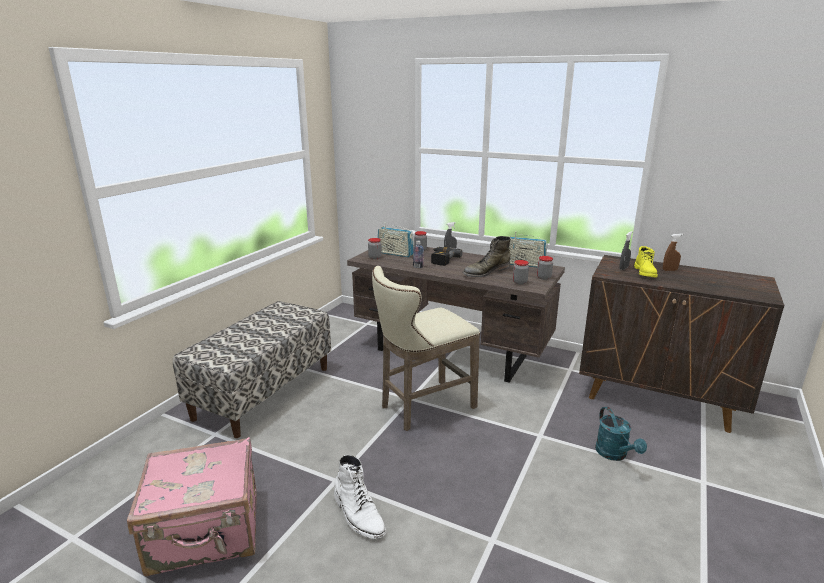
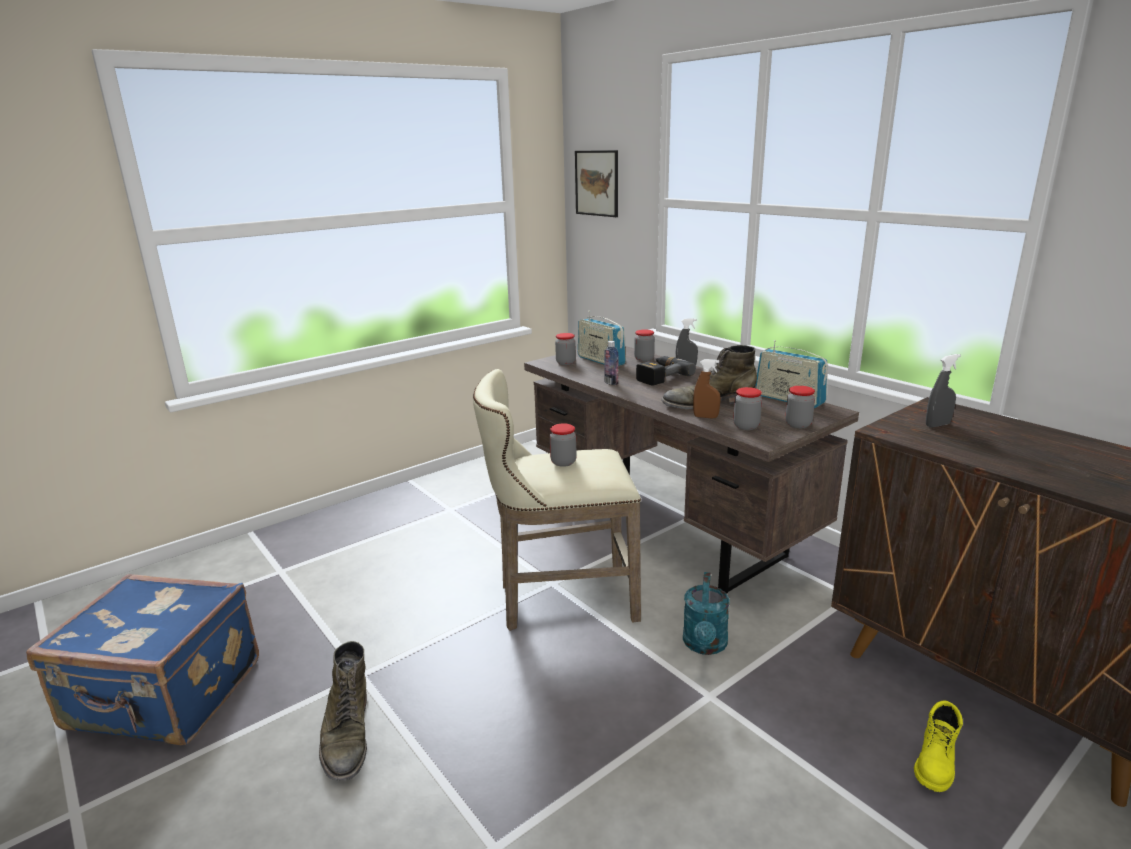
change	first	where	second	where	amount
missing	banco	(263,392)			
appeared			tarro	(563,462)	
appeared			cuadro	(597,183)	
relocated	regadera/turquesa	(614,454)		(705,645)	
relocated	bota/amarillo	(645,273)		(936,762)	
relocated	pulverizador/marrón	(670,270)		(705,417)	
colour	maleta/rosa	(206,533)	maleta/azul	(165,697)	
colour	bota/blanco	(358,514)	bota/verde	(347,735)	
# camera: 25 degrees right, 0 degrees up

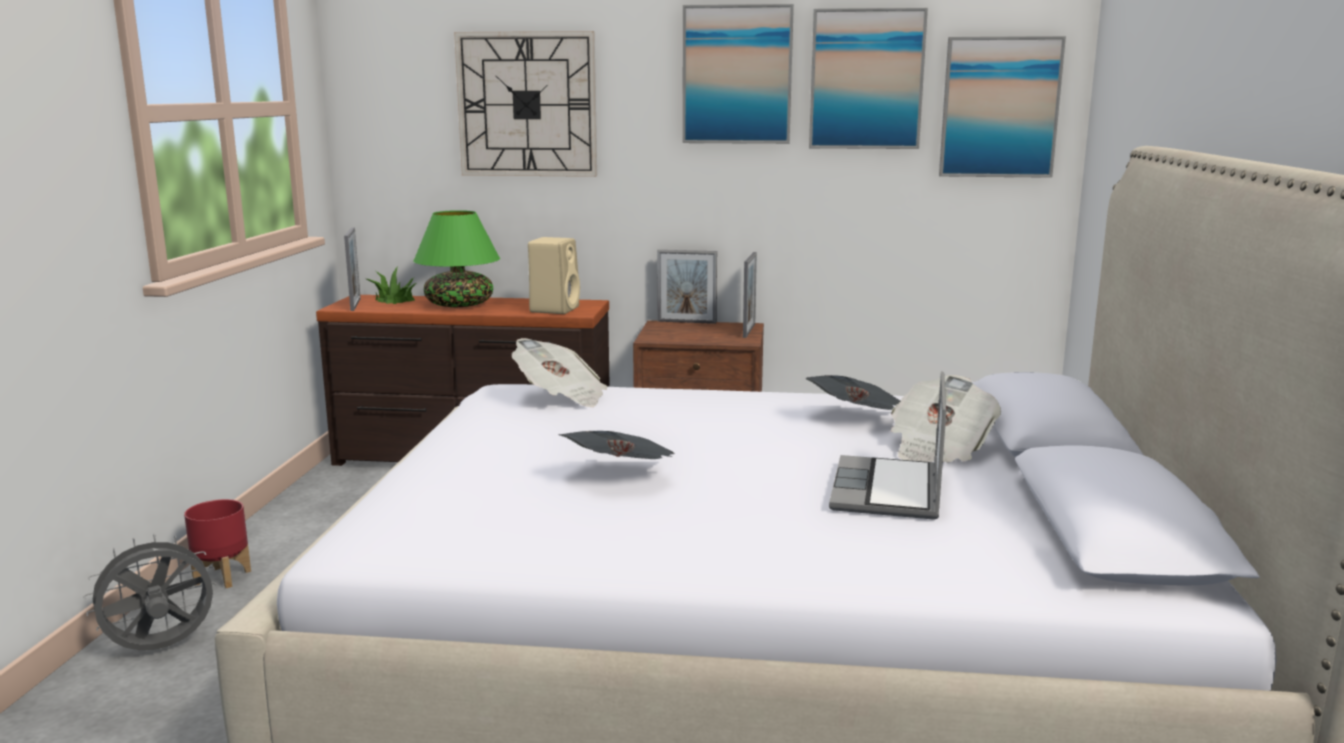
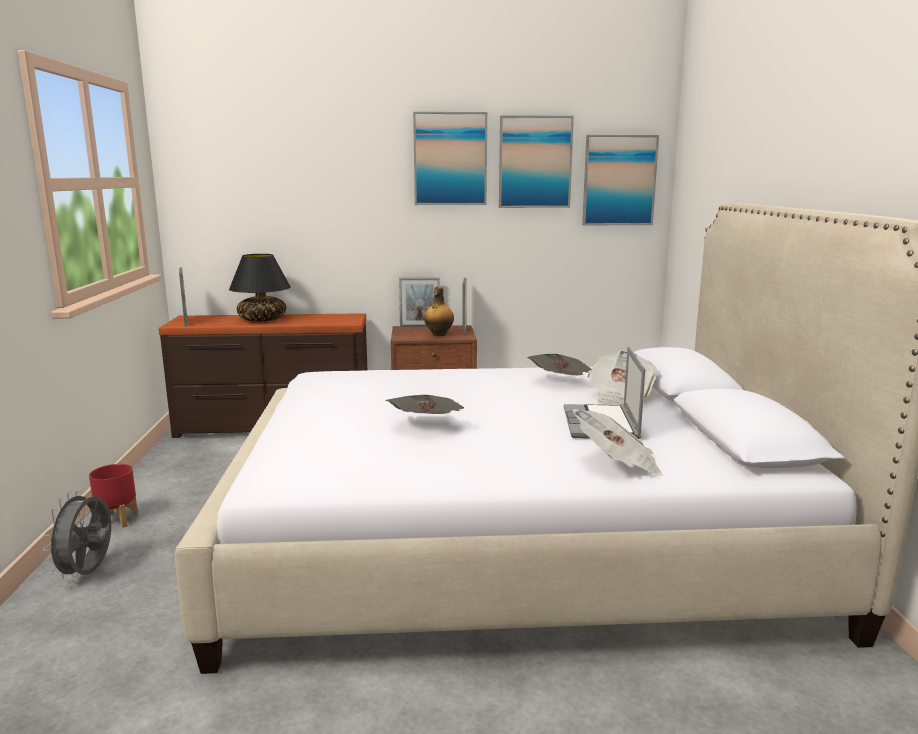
change	first	where	second	where	amount
missing	planta en maceta	(394,300)			
missing	reloj de pared	(527,104)			
missing	altavoz/beis	(554,309)			
appeared			botella	(438,334)	
relocated	periódico	(561,397)		(617,464)	
colour	lámpara de mesa/verde	(460,305)	lámpara de mesa/negro	(262,320)	
spun	ventilador/gris	(161,649)		(88,573)	45 degrees counterclockwise
# camera: 10 degrees left, 0 degrees up

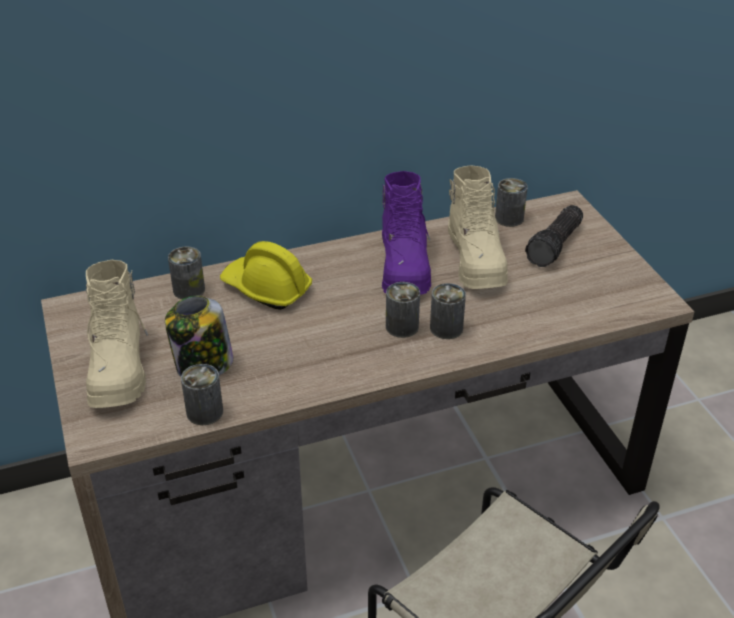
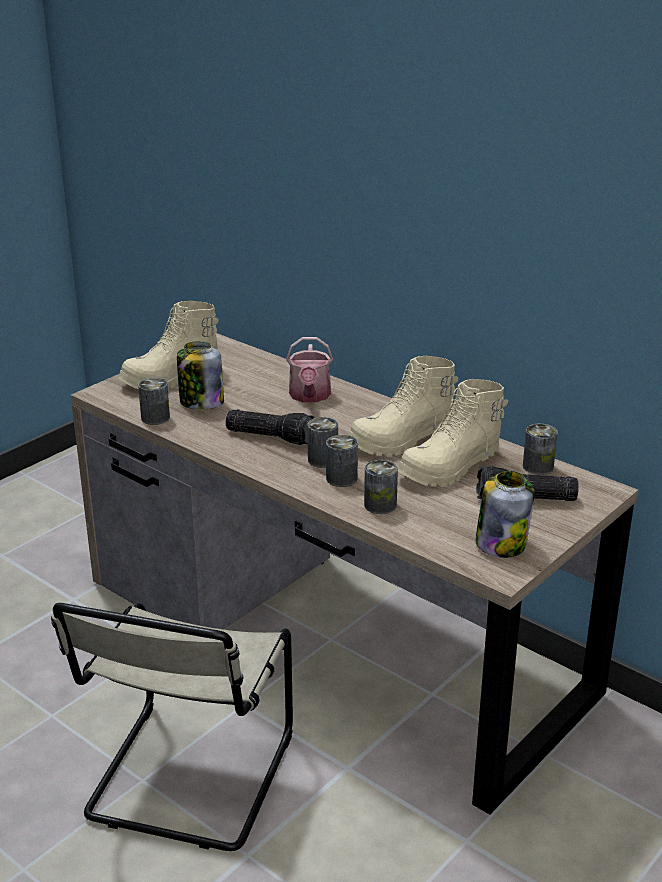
change	first	where	second	where	amount
appeared			linterna	(272,436)	
appeared			tarro	(501,543)	
relocated	lata	(189,290)		(380,505)	
exchanged	casco/amarillo	(266,288)	regadera	(309,396)	
colour	bota/morado	(404,267)	bota/beis	(402,440)	
# camera: 60 degrees right, 10 degrees down

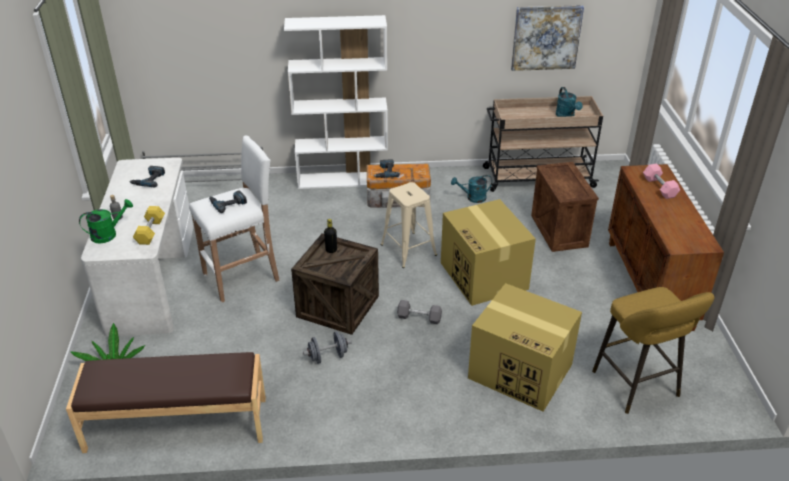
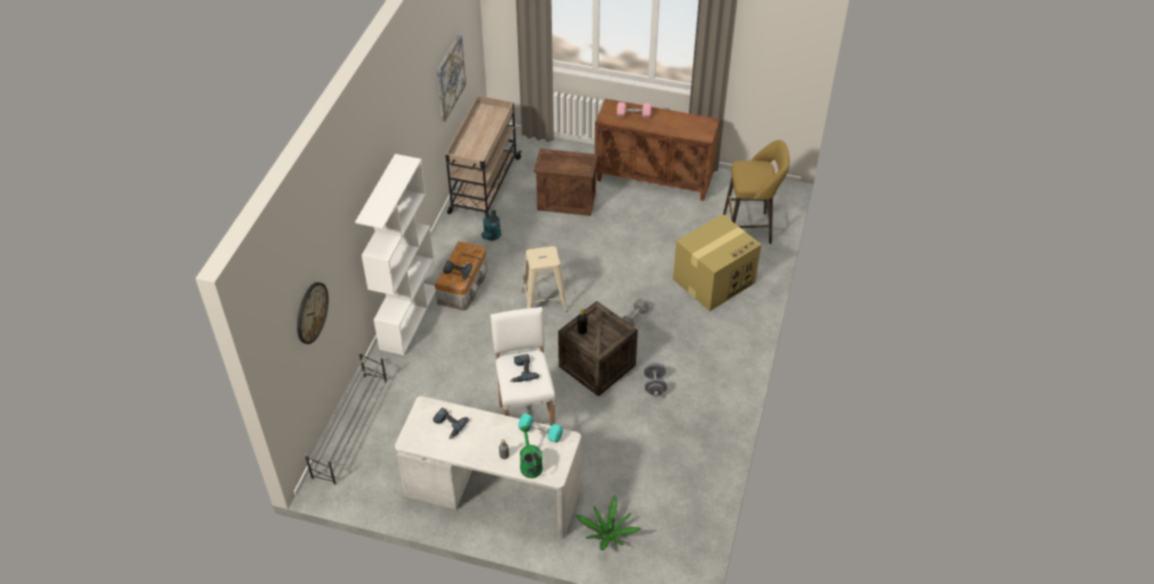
change	first	where	second	where	amount
missing	banco/marrón	(177,425)			
missing	caja de cartón	(484,276)			
missing	regadera/turquesa	(566,116)			
appeared			reloj de pared	(311,312)	
colour	mancuerna/amarillo	(150,231)	mancuerna/turquesa	(540,432)	
# camera: 70 degrees left, 10 degrees up

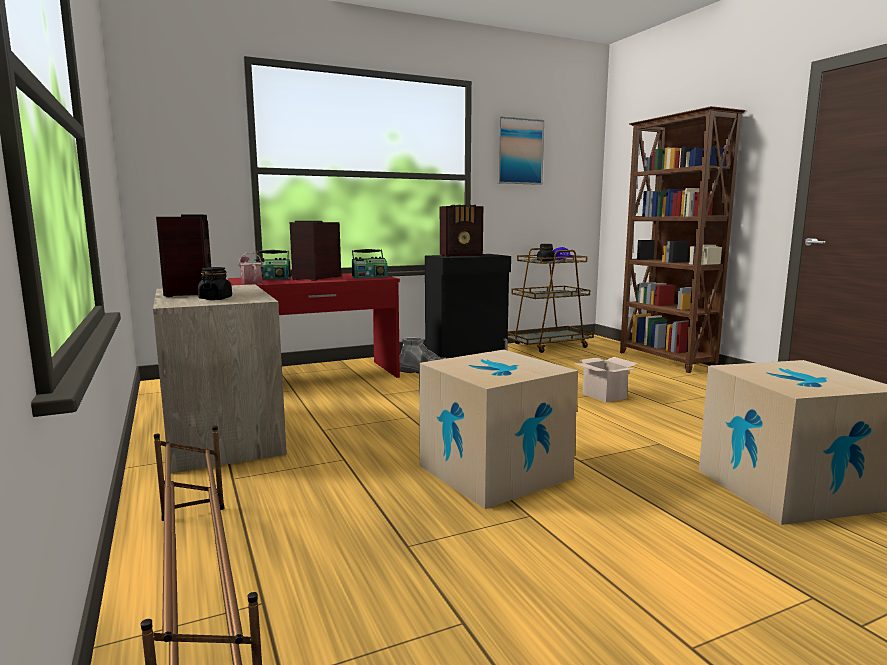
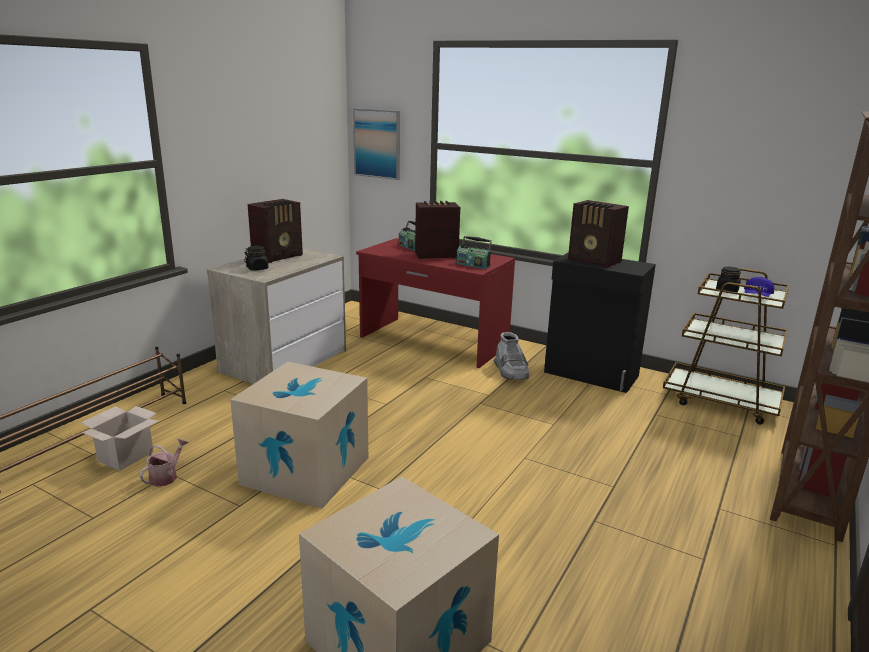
change	first	where	second	where	amount
relocated	regadera	(250,282)		(166,476)	
relocated	cuadro	(519,151)		(377,143)	
relocated	caja de cartón	(603,396)		(126,456)	
# camera: 55 degrees right, 10 degrees up

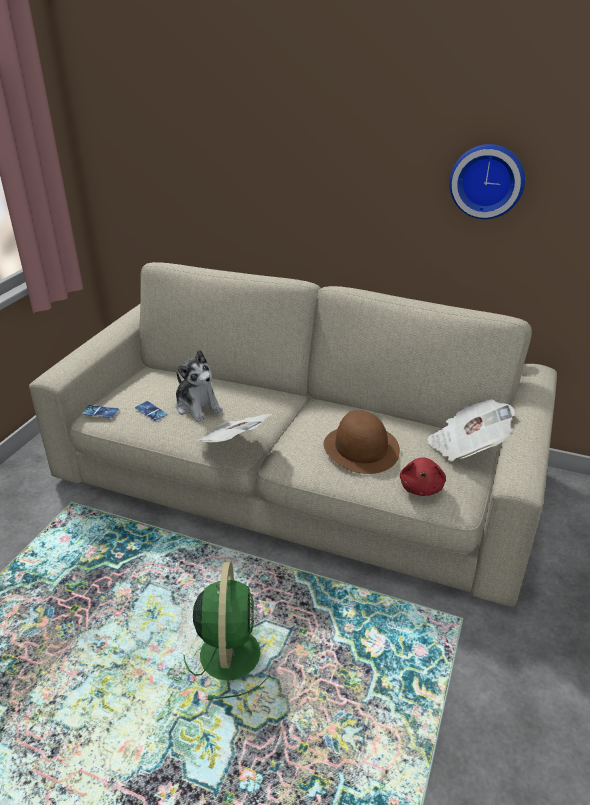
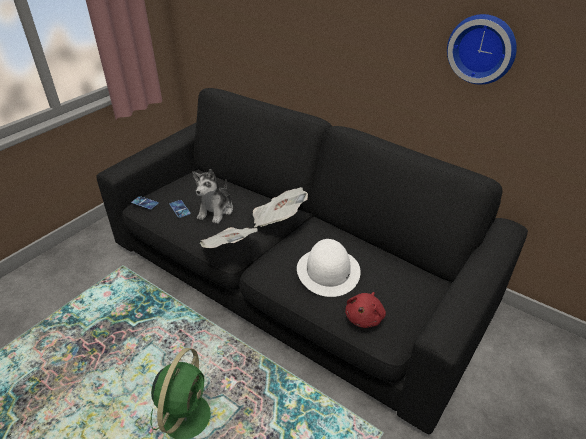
change	first	where	second	where	amount
relocated	periódico	(466,446)		(278,219)	
colour	sofá/beis	(295,476)	sofá/negro	(293,275)	
colour	sombrero/marrón	(361,448)	sombrero/blanco	(328,271)	
spun	peluche	(197,407)		(216,211)	45 degrees clockwise
# camera: 15 degrees right, 5 degrees up

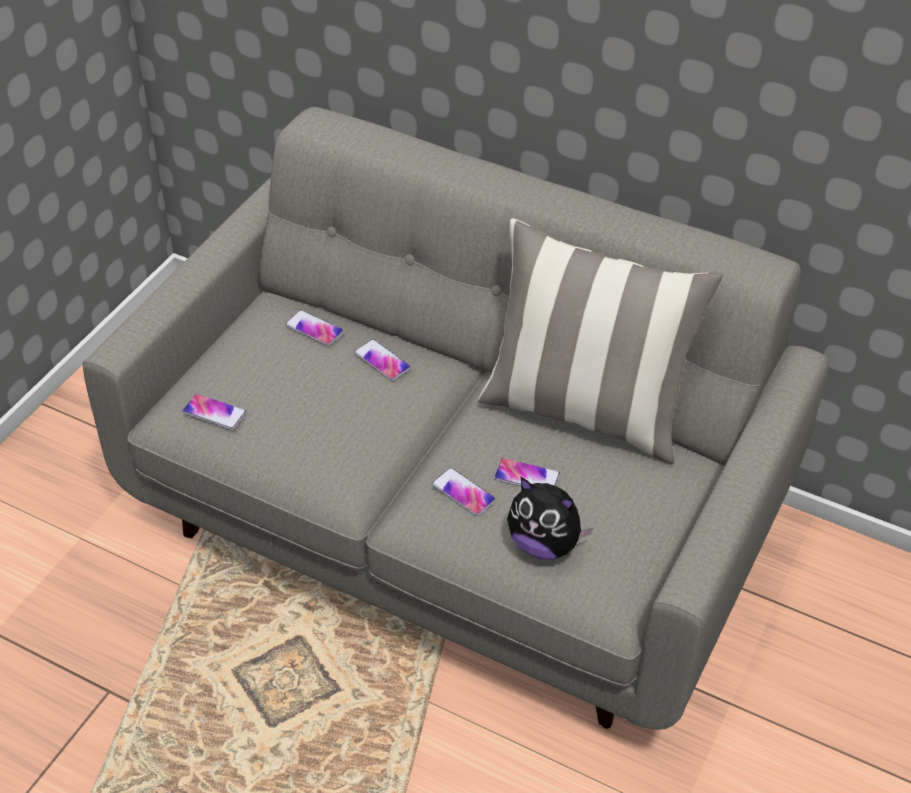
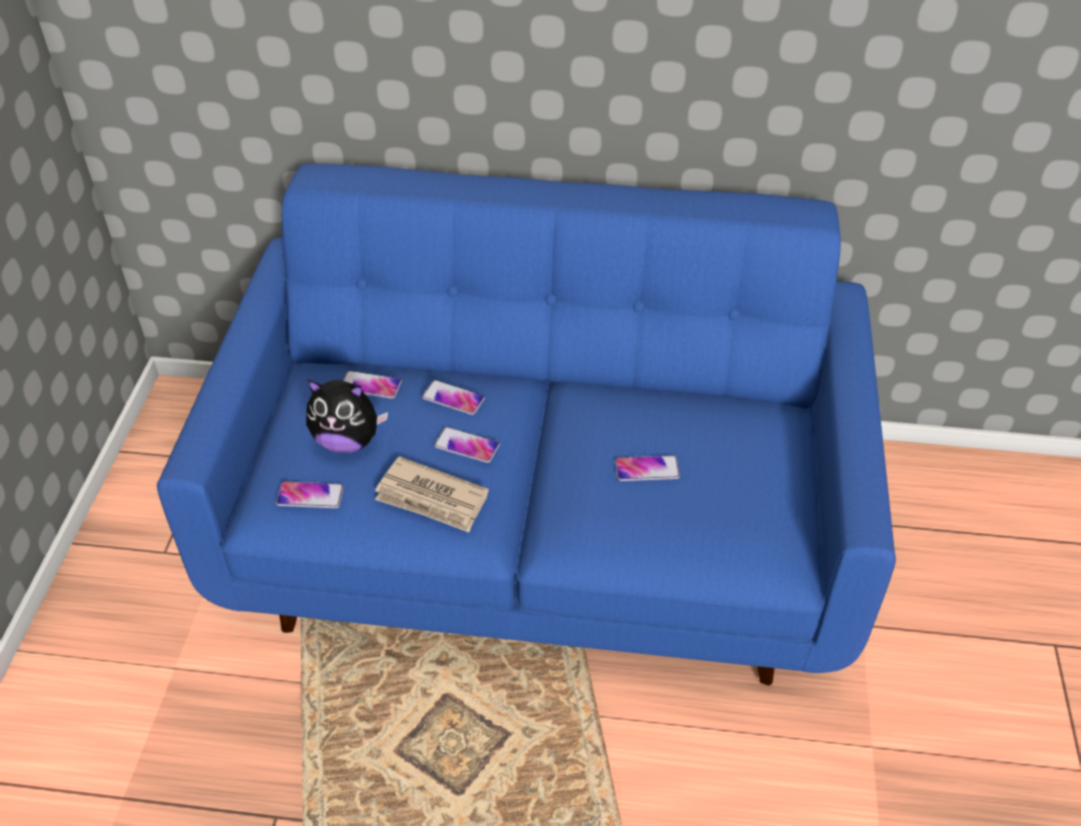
change	first	where	second	where	amount
missing	cojín	(585,411)			
appeared			periódico	(432,498)	
relocated	móvil	(463,492)		(467,446)	
relocated	peluche	(544,544)		(347,441)	
colour	sofá/gris	(455,522)	sofá/azul	(542,537)	
# camera: 20 degrees left, 0 degrees up

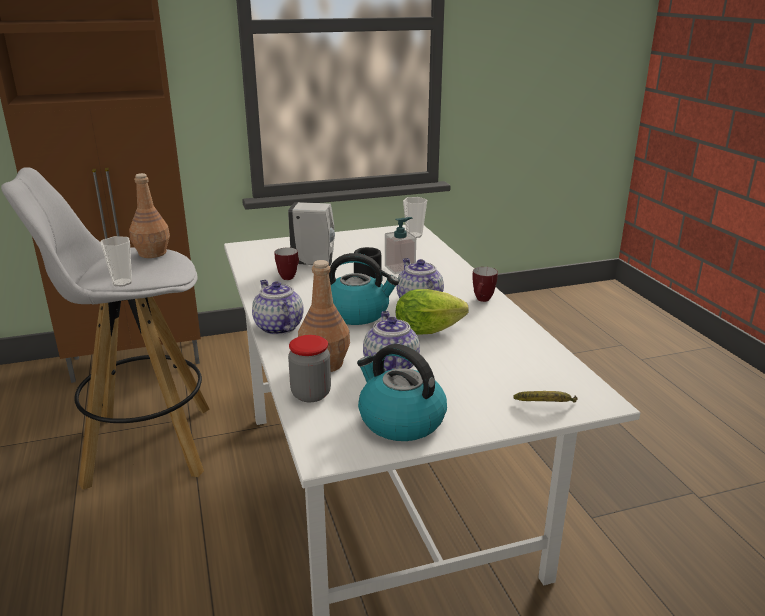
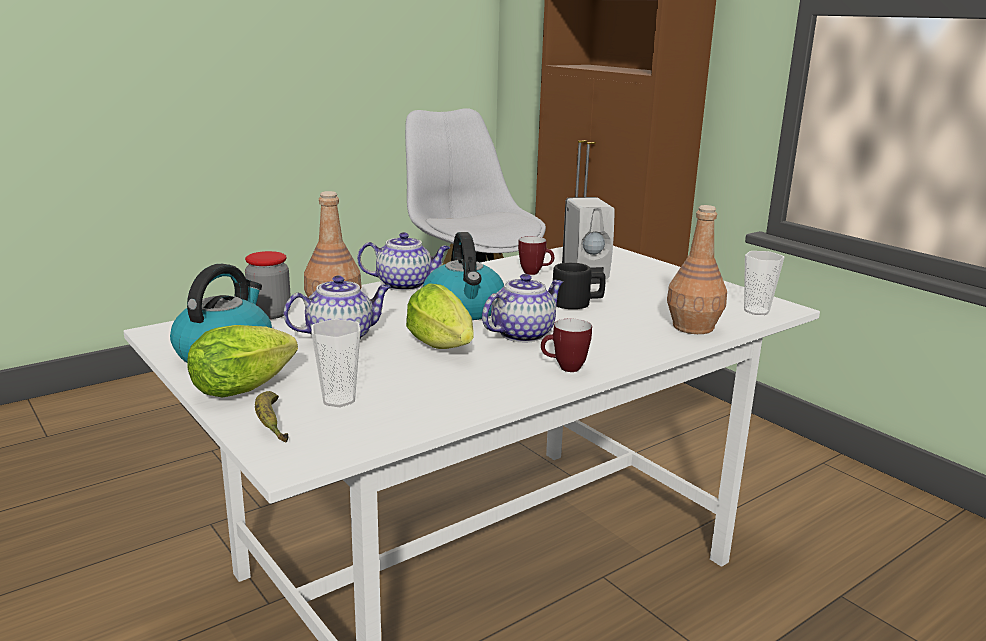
change	first	where	second	where	amount
missing	dispensador de jabón	(400,268)			
appeared			lechuga	(248,387)	
relocated	taza	(122,282)		(339,400)	
relocated	botella/marrón	(152,253)		(692,327)	
spun	tetera	(278,327)		(405,285)	45 degrees clockwise
# camera: 70 degrees right, 5 degrees down

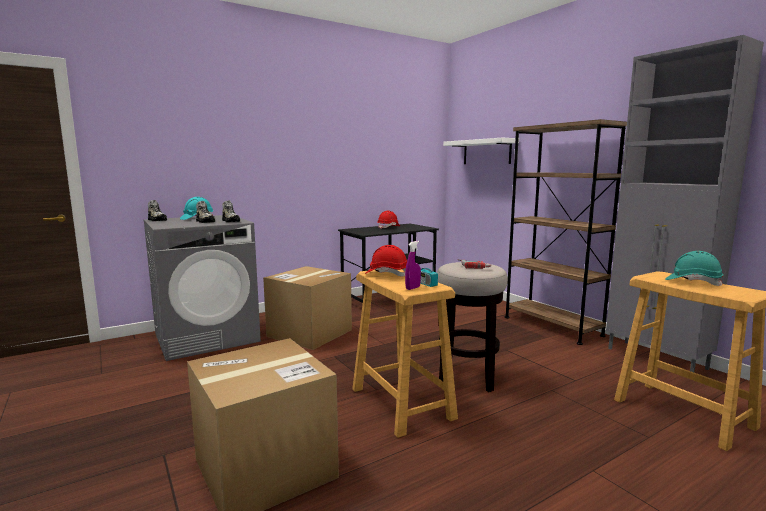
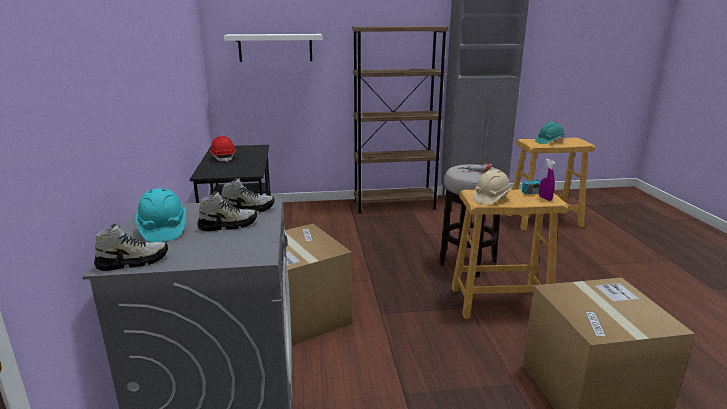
change	first	where	second	where	amount
colour	casco/rojo	(387,274)	casco/beis	(491,198)	
# camera: 65 degrees left, 10 degrees up

